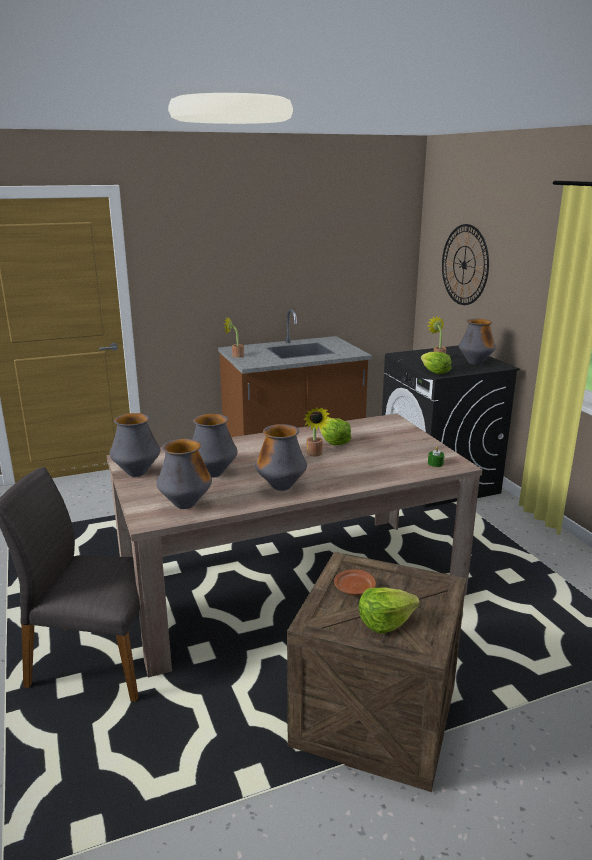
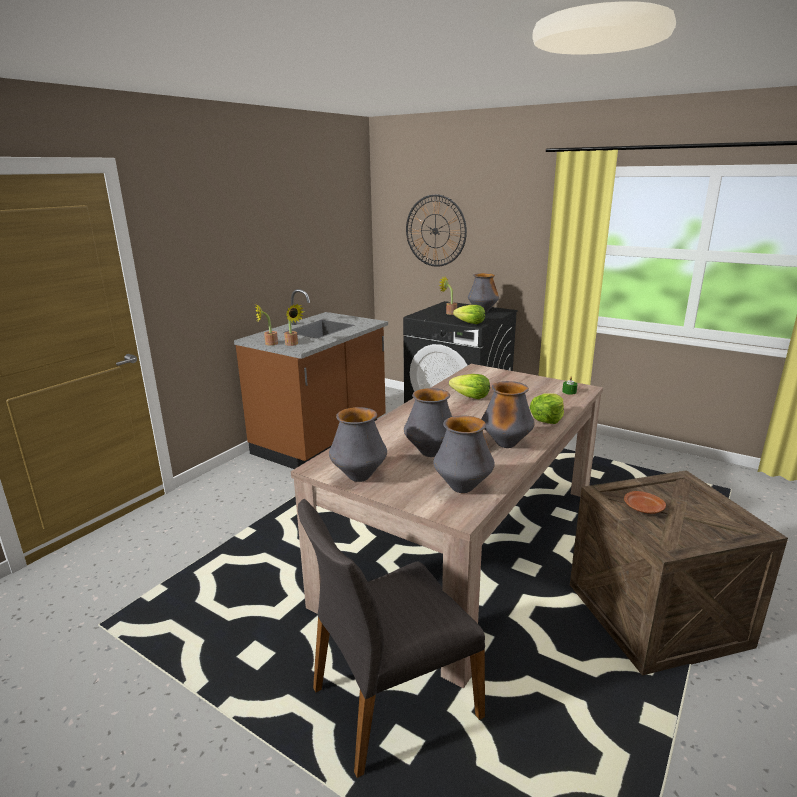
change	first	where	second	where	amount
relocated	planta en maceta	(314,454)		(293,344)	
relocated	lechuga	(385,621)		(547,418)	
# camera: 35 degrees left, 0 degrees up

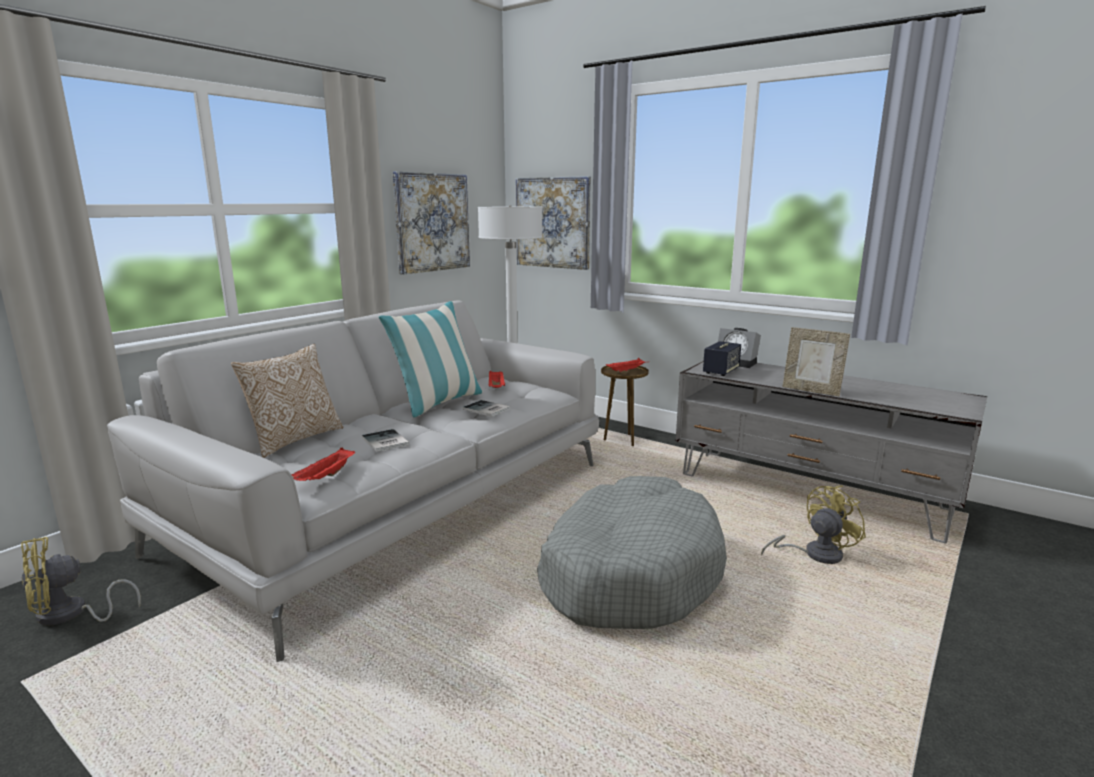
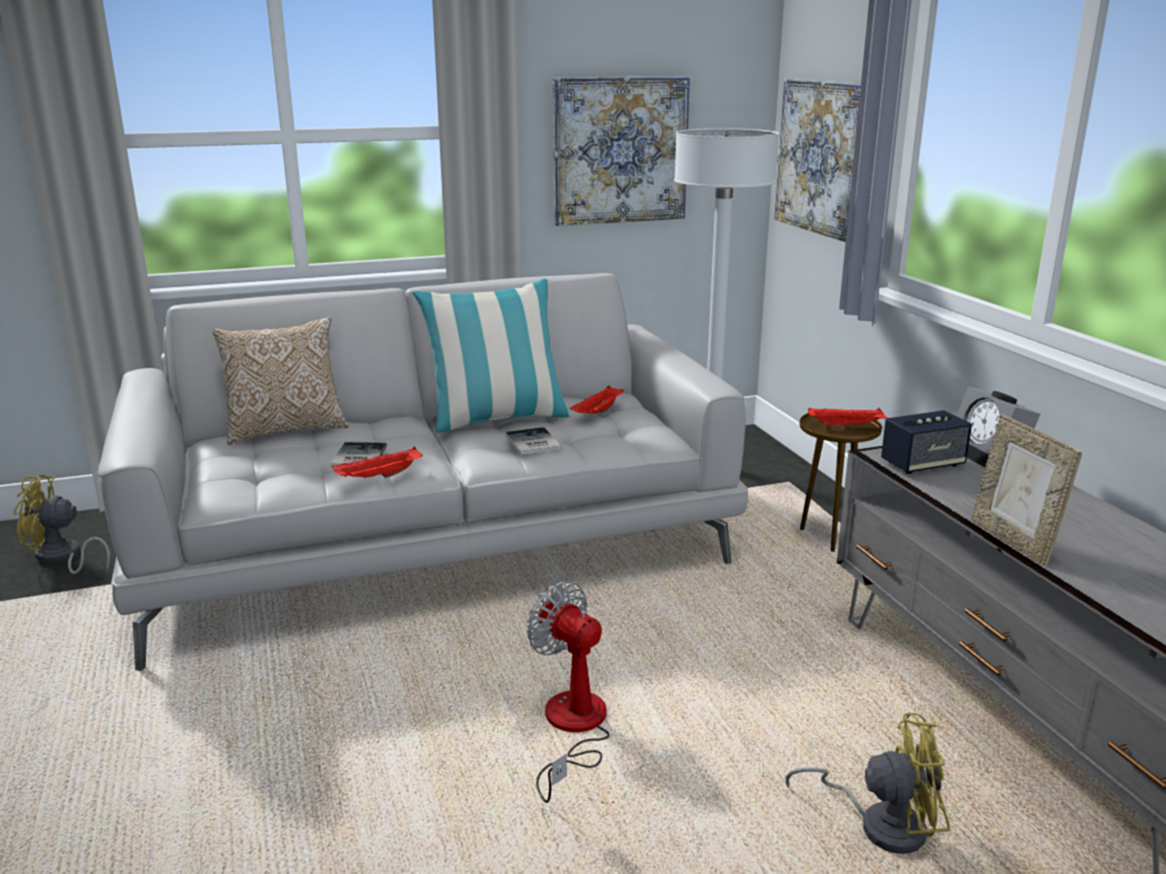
change	first	where	second	where	amount
relocated	bandeja/rojo	(325,477)		(378,477)	
exchanged	cama para perro/gris	(629,572)	ventilador	(572,729)	
# camera: 35 degrees right, 5 degrees up

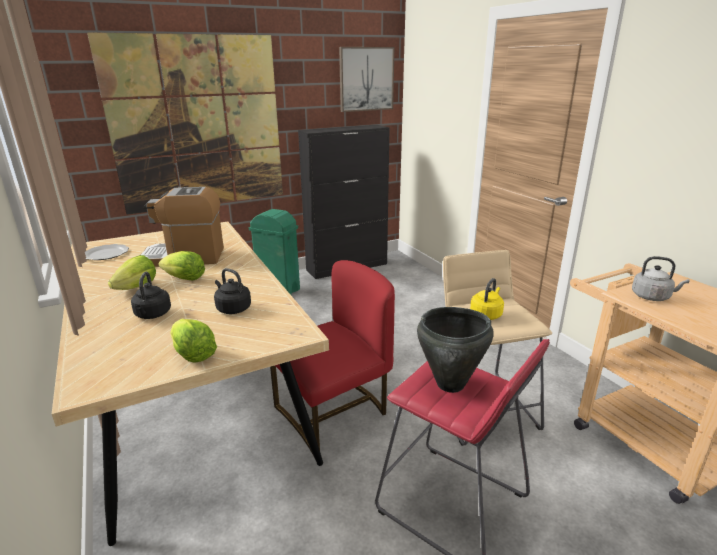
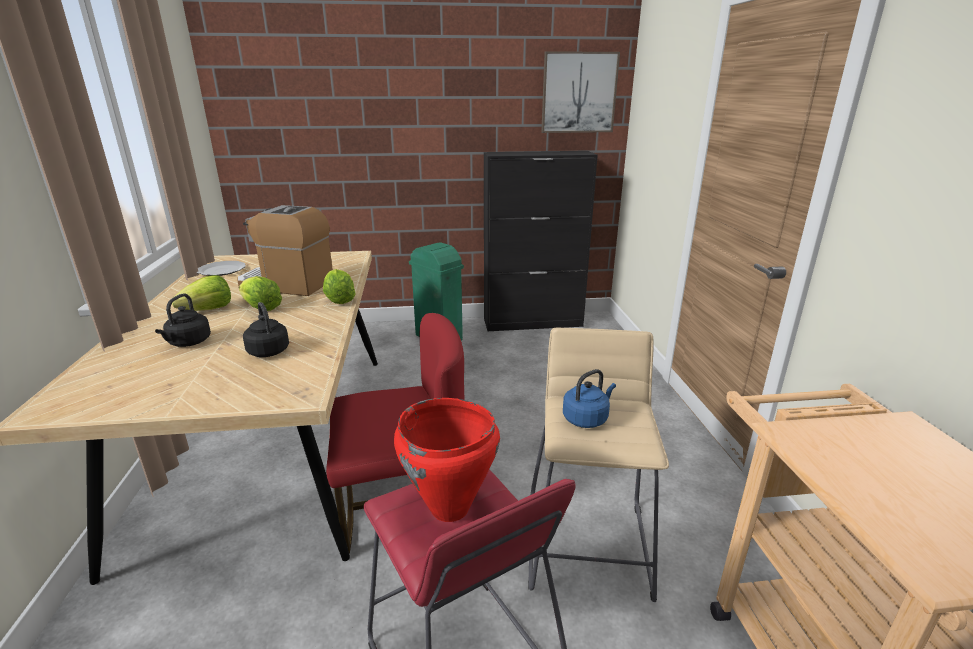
change	first	where	second	where	amount
missing	cuadro	(198,124)			
missing	hervidor/gris	(652,297)			
relocated	lechuga	(193,354)		(339,299)	
colour	olla/negro	(451,384)	olla/rojo	(450,508)	
colour	hervidor/amarillo	(486,314)	hervidor/azul	(587,418)	
# camera: 20 degrees right, 0 degrees up

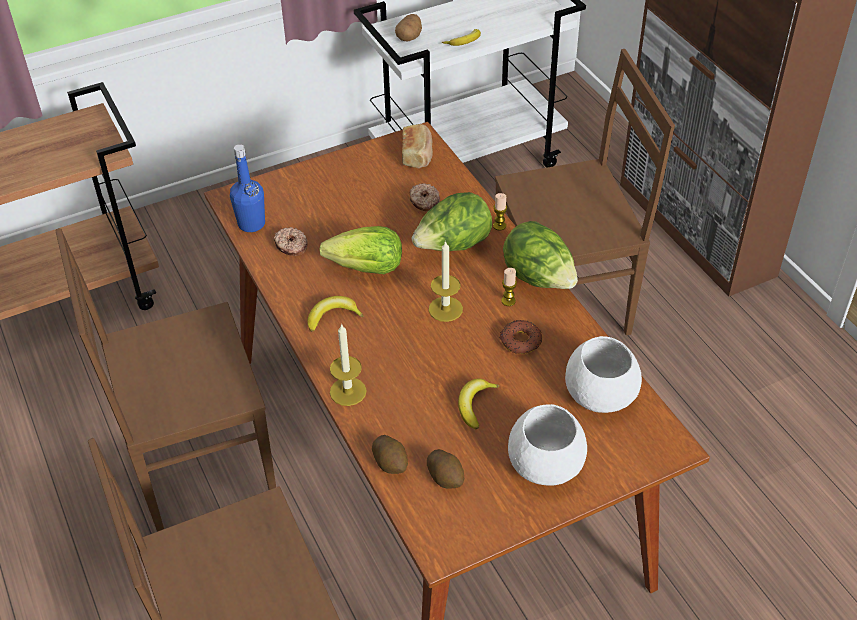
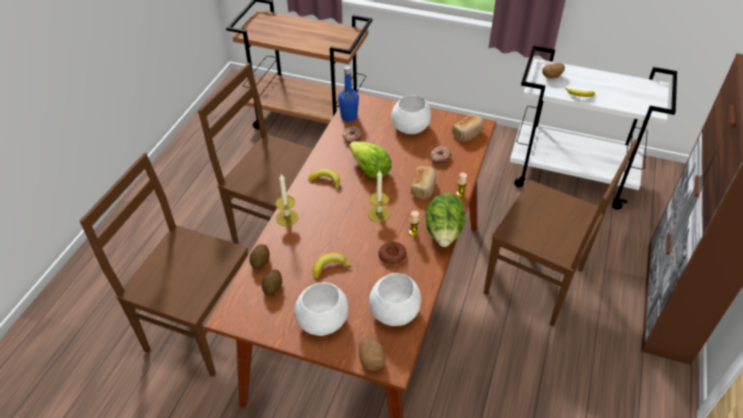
change	first	where	second	where	amount
appeared			patata	(371,360)	
appeared			cuenco/blanco	(410,126)	
exchanged	lechuga	(453,246)	pan	(423,188)	
# camera: 45 degrees right, 0 degrees up

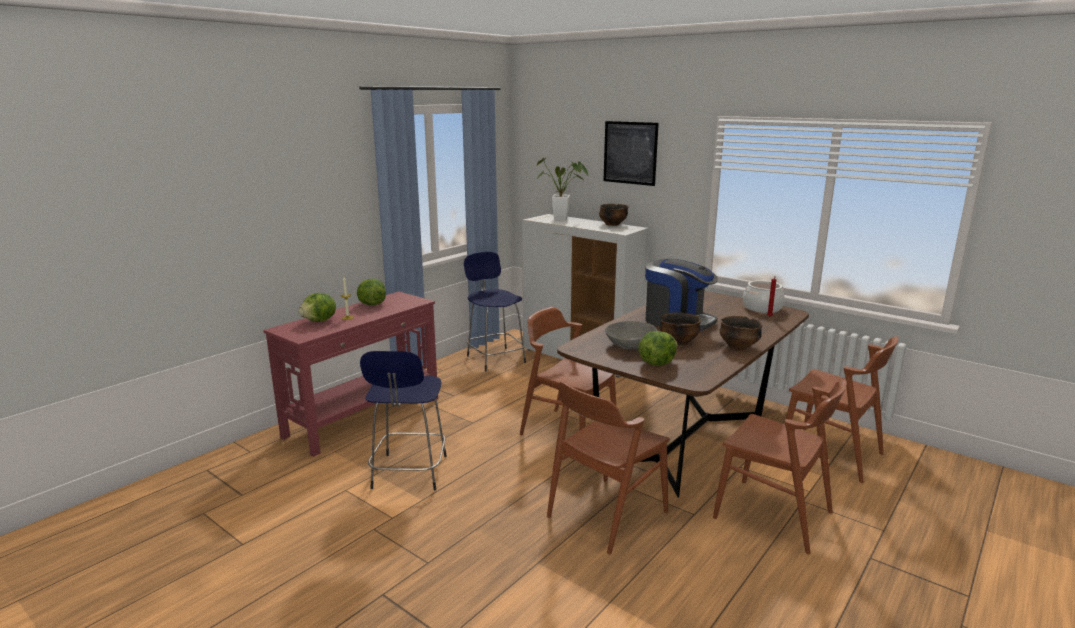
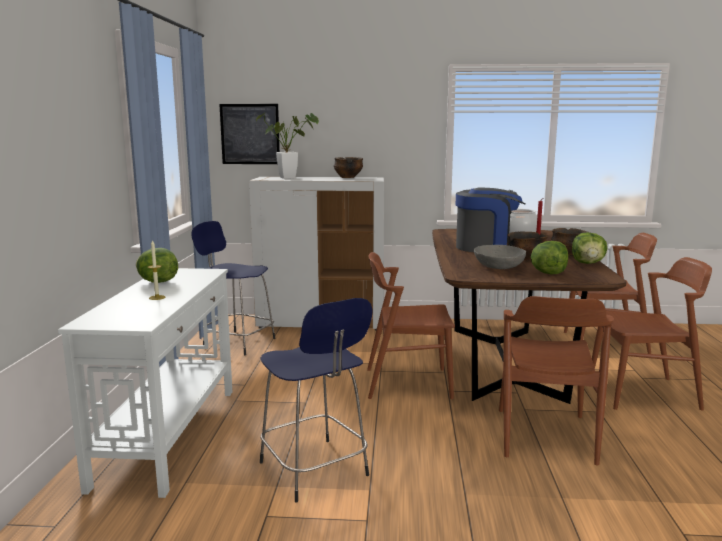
change	first	where	second	where	amount
relocated	lechuga	(320,321)		(588,263)	
relocated	cuadro	(630,153)		(250,134)	
colour	mesa consola/rojo	(365,417)	mesa consola/blanco	(170,434)	
# camera: 35 degrees left, 5 degrees down

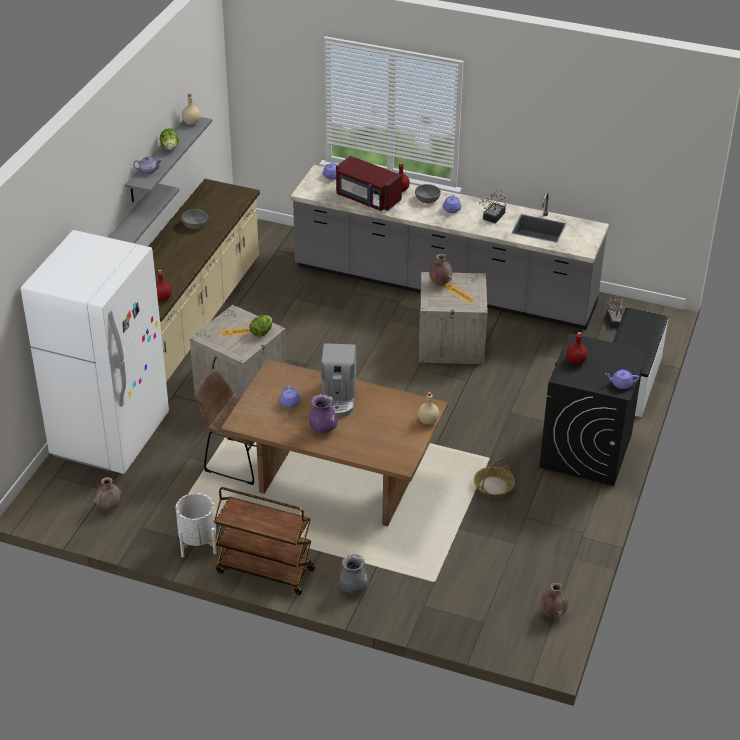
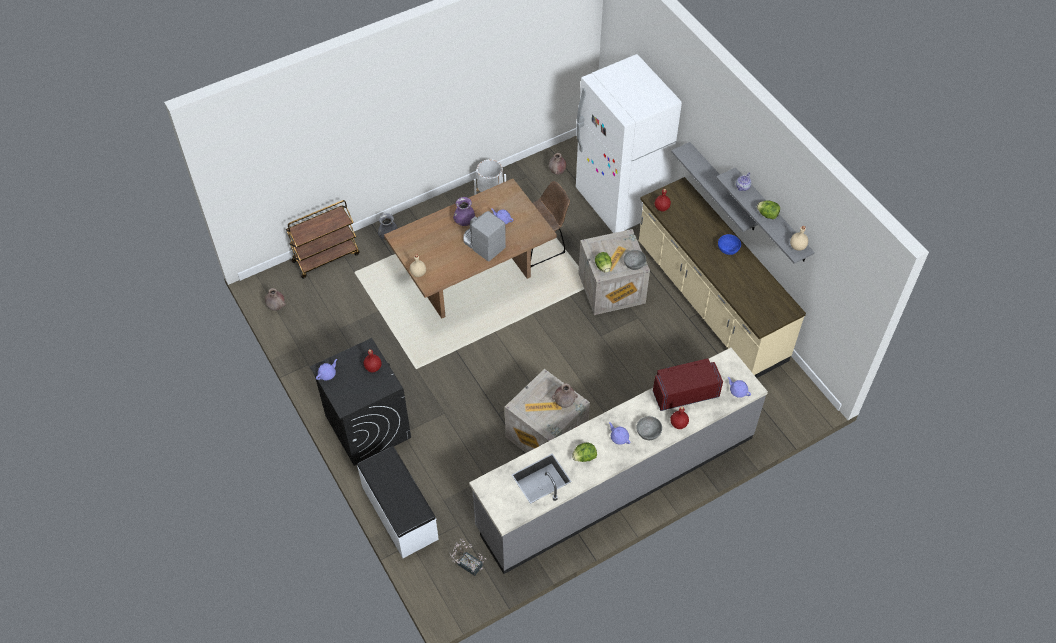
change	first	where	second	where	amount
missing	cesta	(493,487)			
appeared			cuenco/azul	(728,248)	
relocated	cuenco/gris	(195,225)		(634,264)	
relocated	carrito/marrón	(264,571)		(326,257)	
exchanged	planta en maceta	(492,217)	lechuga	(584,457)	
# camera: 130 degrees right, 15 degrees up

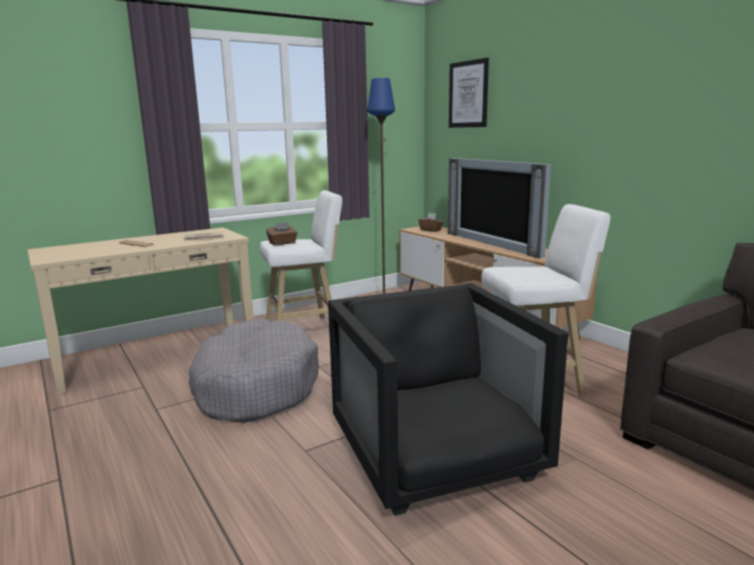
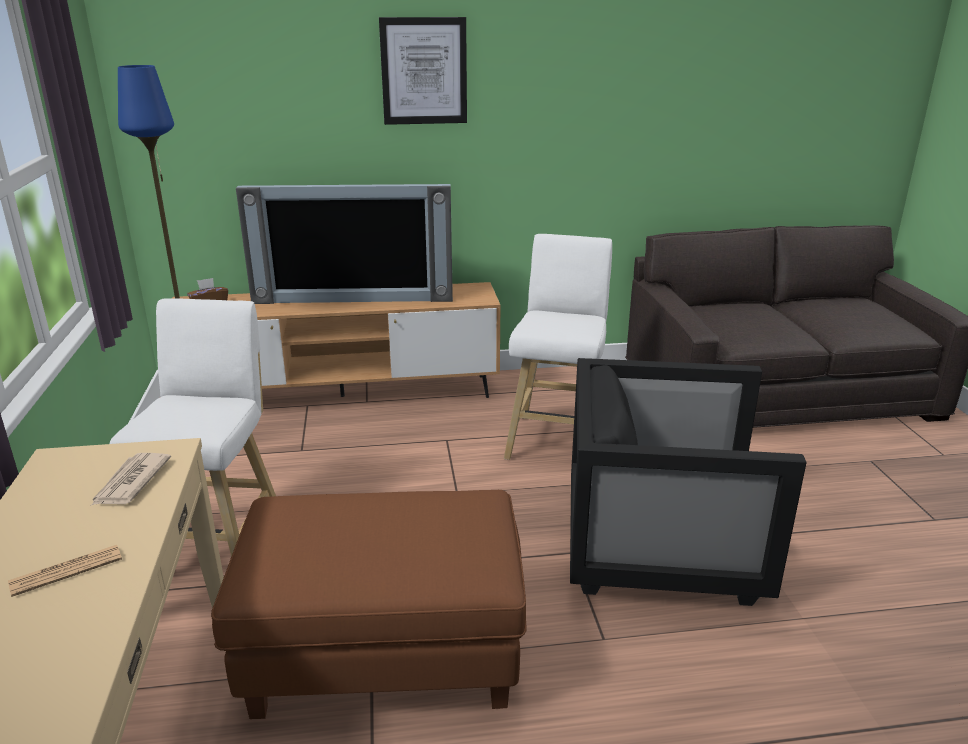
change	first	where	second	where	amount
missing	caja de pañuelos/marrón	(282,243)			
relocated	cuadro	(468,94)		(424,71)	
exchanged	cama para perro/gris	(255,386)	puf/marrón	(386,650)	
# camera: 65 degrees left, 10 degrees up

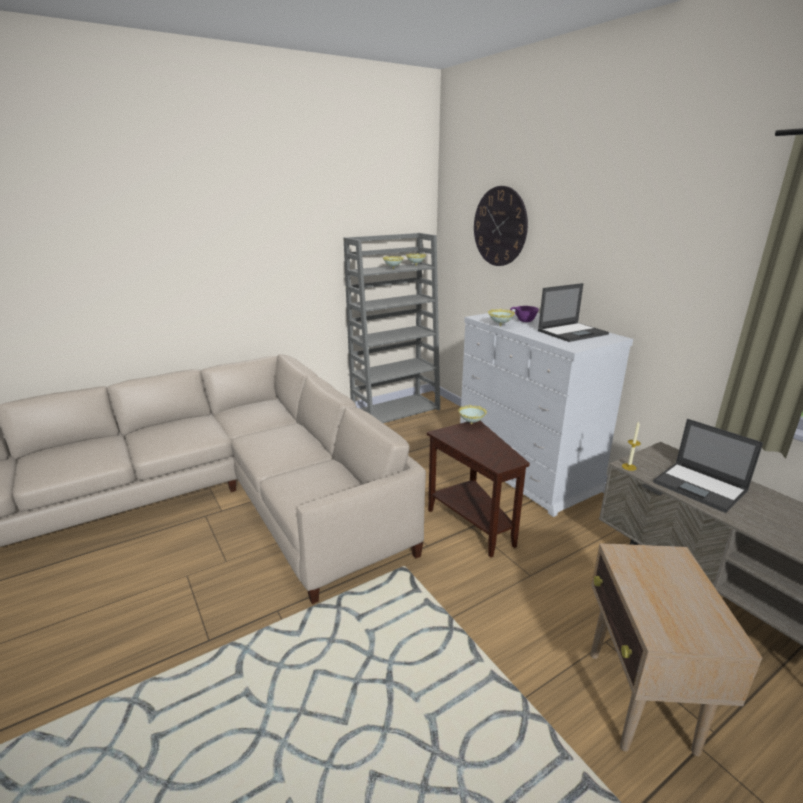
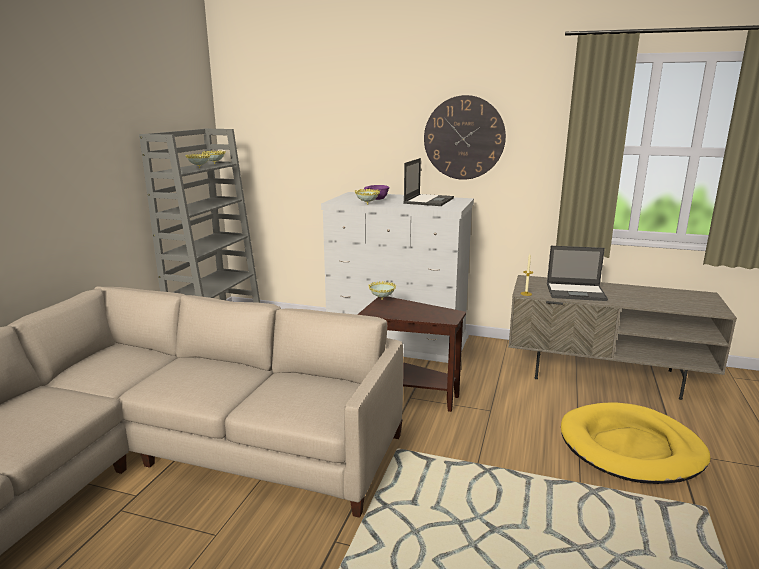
change	first	where	second	where	amount
relocated	reloj de pared	(500,226)		(464,138)	
exchanged	mesa auxiliar/beis	(640,701)	cama para perro/amarillo	(631,447)	
# camera: 40 degrees left, 5 degrees down

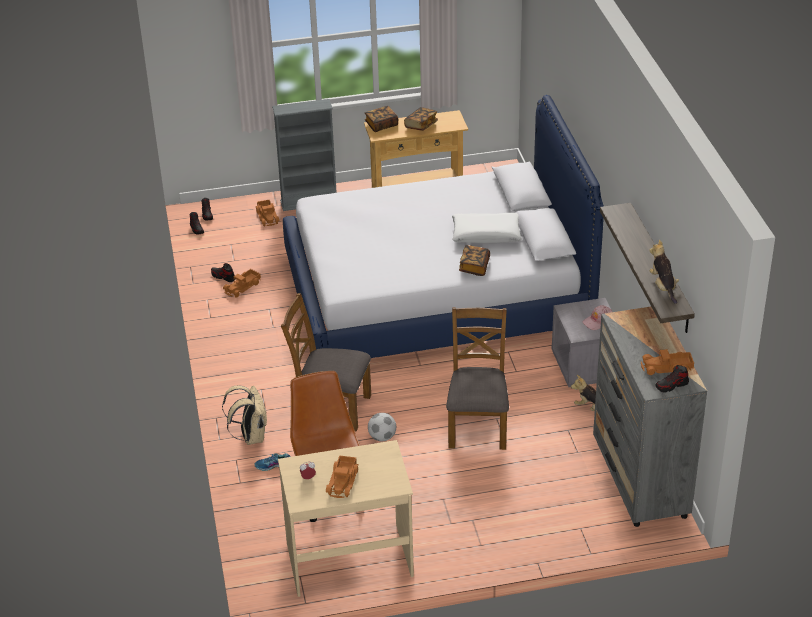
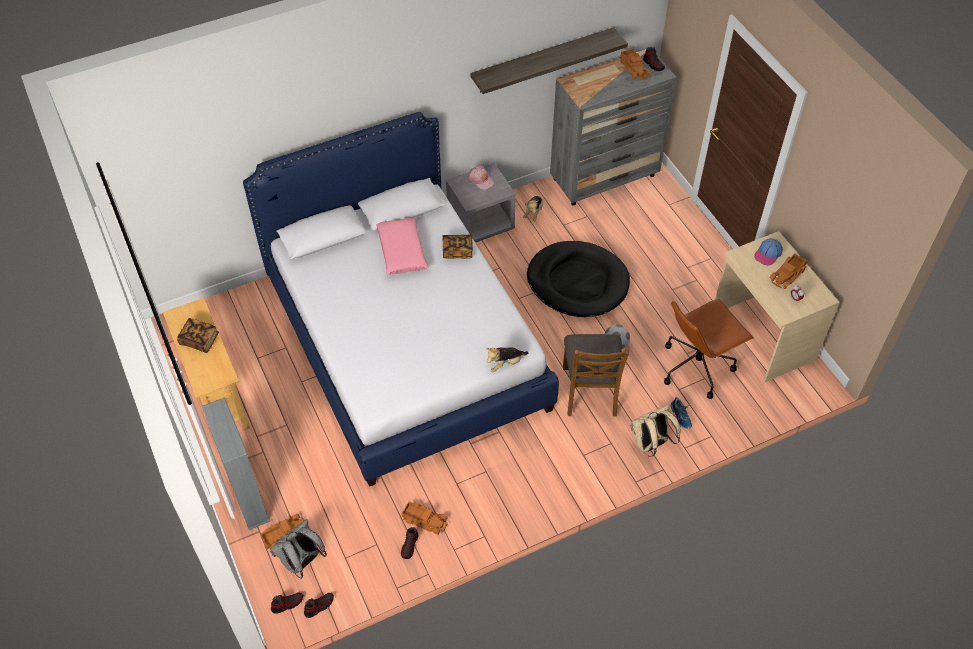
change	first	where	second	where	amount
missing	libro	(381,125)			
appeared			mochila/gris	(302,562)	
appeared			gorra	(768,254)	
relocated	peluche	(663,286)		(505,364)	
exchanged	silla/marrón	(477,425)	cama para perro/negro	(577,282)	
colour	cojín/blanco	(486,234)	cojín/rosa	(401,251)	
spun	camión de juguete	(343,481)		(788,275)	135 degrees clockwise
# camera: 105 degrees left, 15 degrees up

